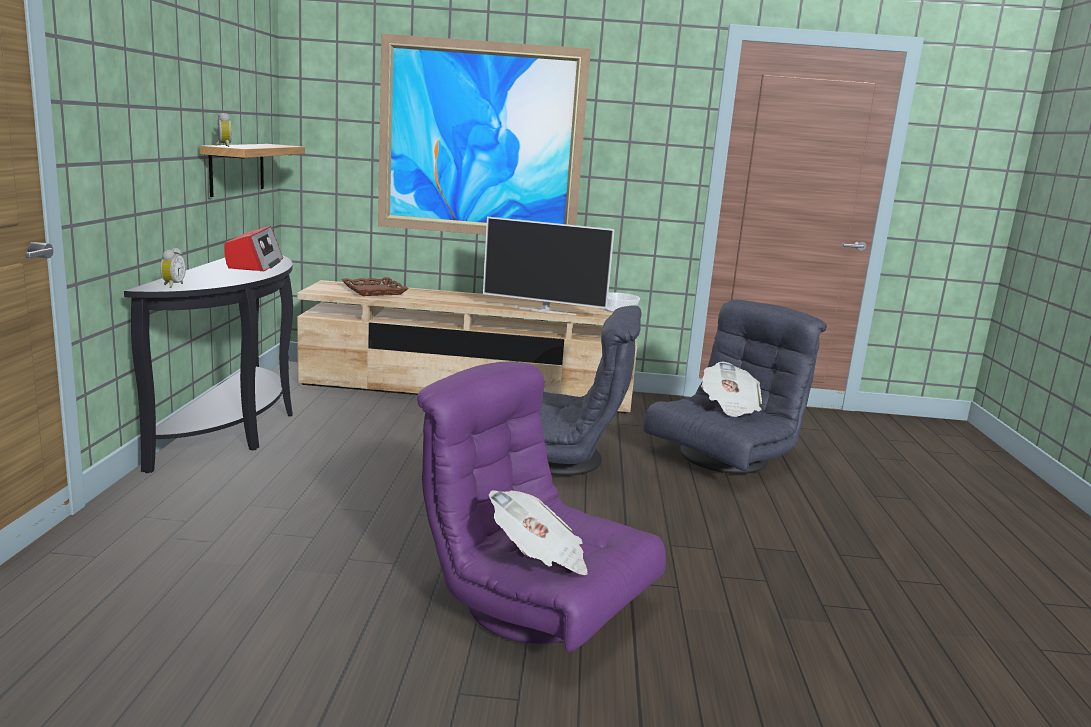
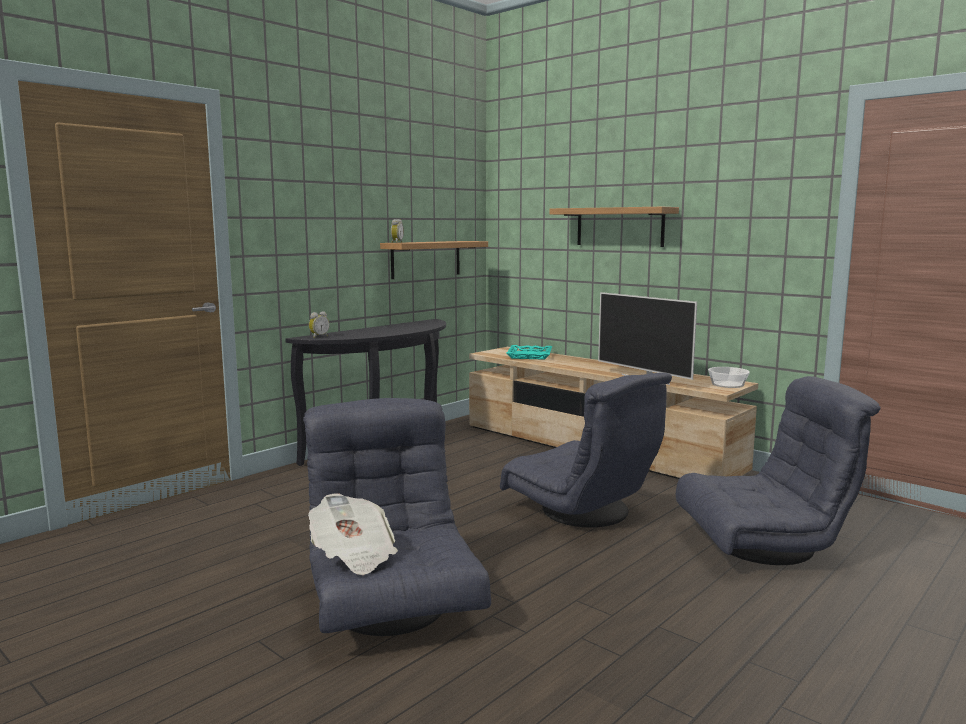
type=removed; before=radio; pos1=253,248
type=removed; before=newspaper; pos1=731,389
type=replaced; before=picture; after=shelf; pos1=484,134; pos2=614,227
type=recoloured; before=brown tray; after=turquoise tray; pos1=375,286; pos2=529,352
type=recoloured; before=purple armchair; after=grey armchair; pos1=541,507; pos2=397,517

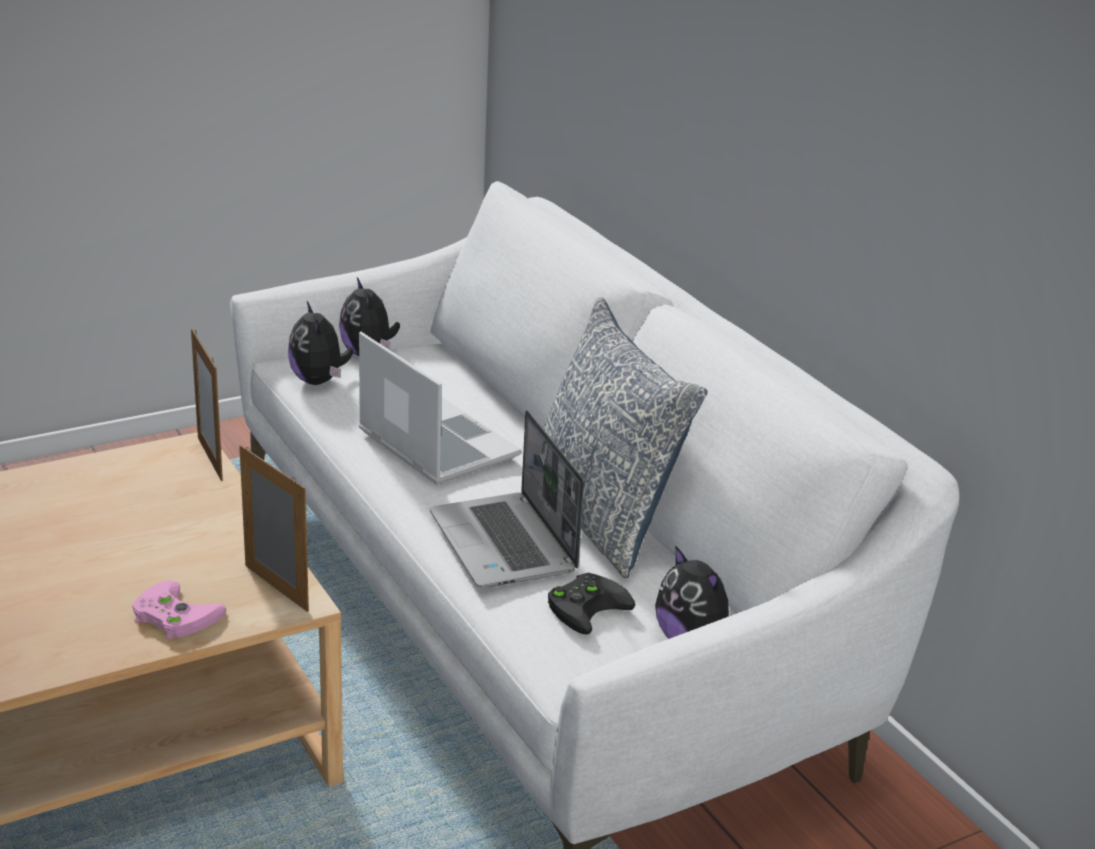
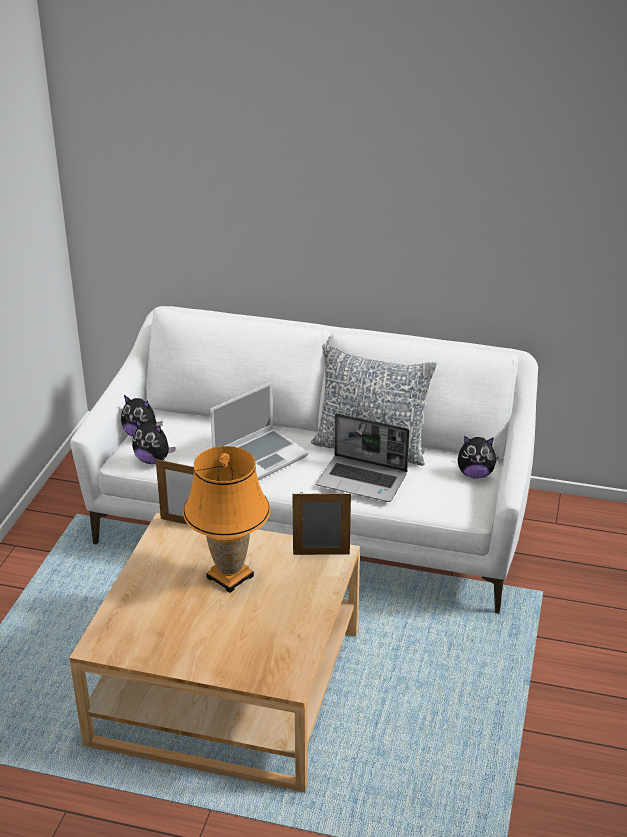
type=removed; before=pink game controller; pos1=179,610
type=removed; before=black game controller; pos1=591,604
type=added; after=orange table lamp; pos2=226,519
type=turned; before=laptop; pos1=440,408; pos2=259,431; turn=135

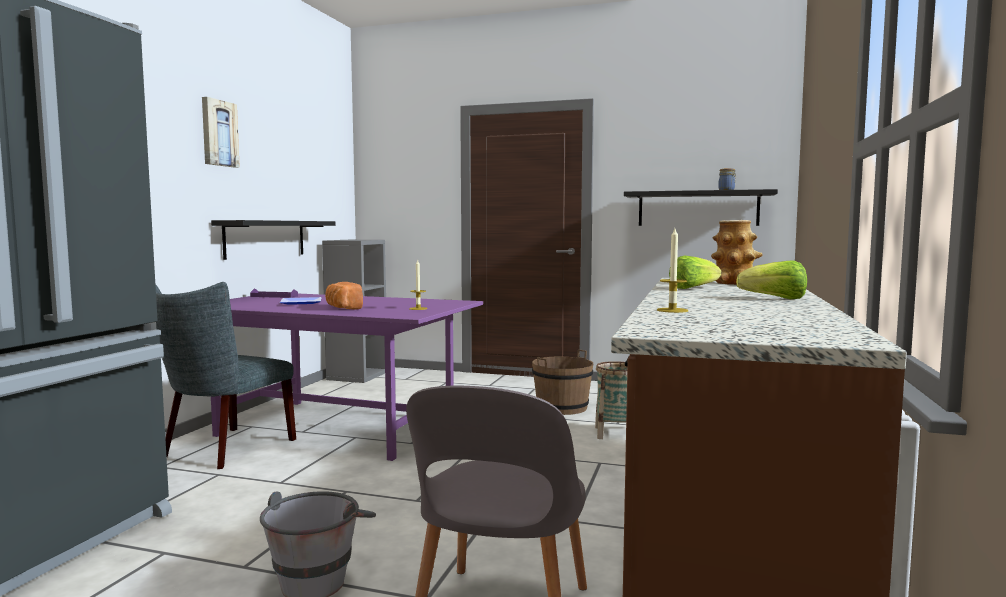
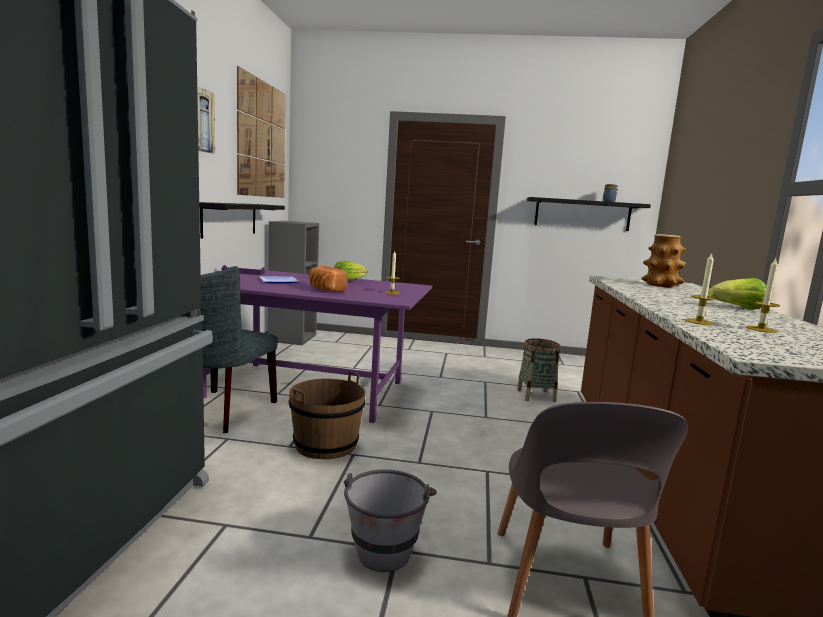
type=added; after=picture; pos2=261,132
type=added; after=candle; pos2=763,295
type=moved; before=brown bucket; pos1=562,382; pos2=327,415
type=moved; before=lettuce; pos1=695,272; pos2=350,270

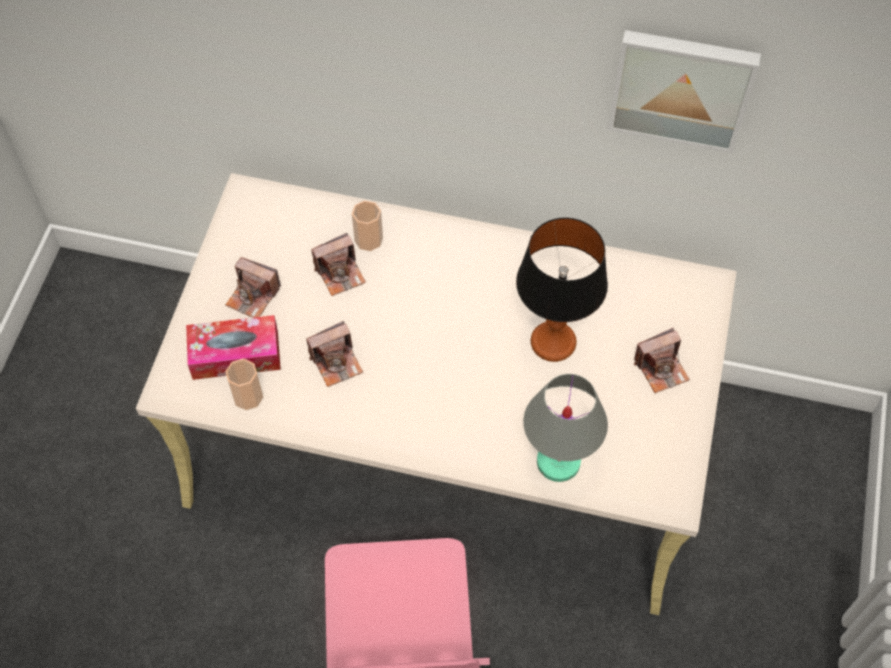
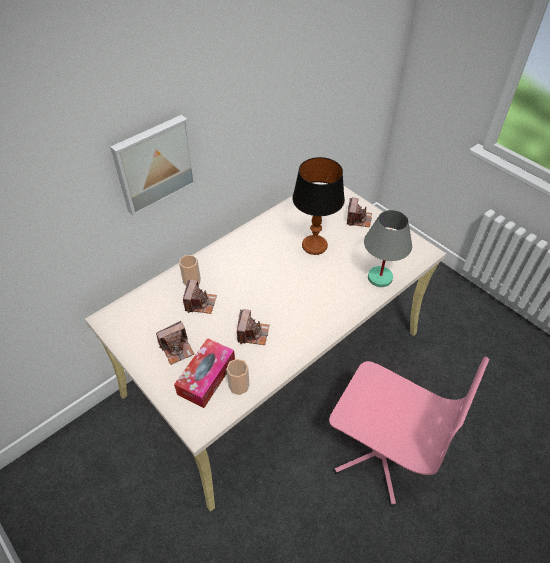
type=moved; before=picture; pos1=684,91; pos2=153,165

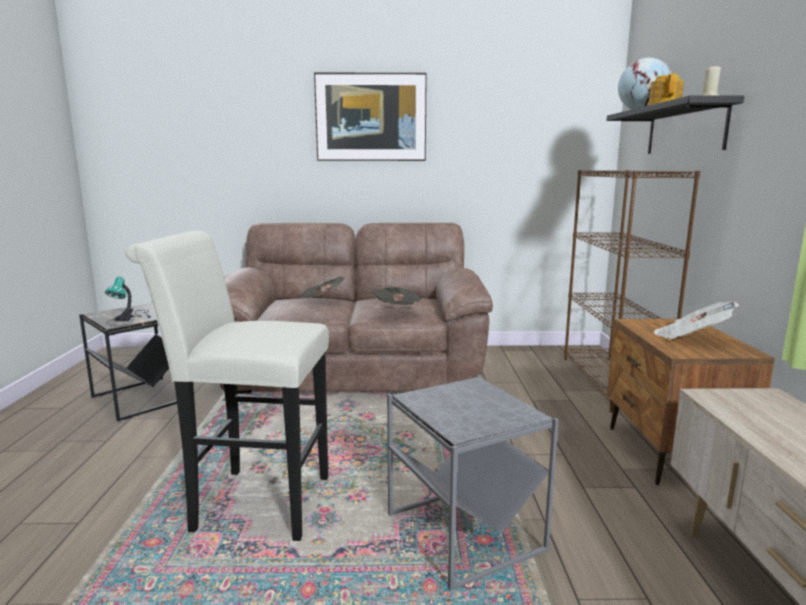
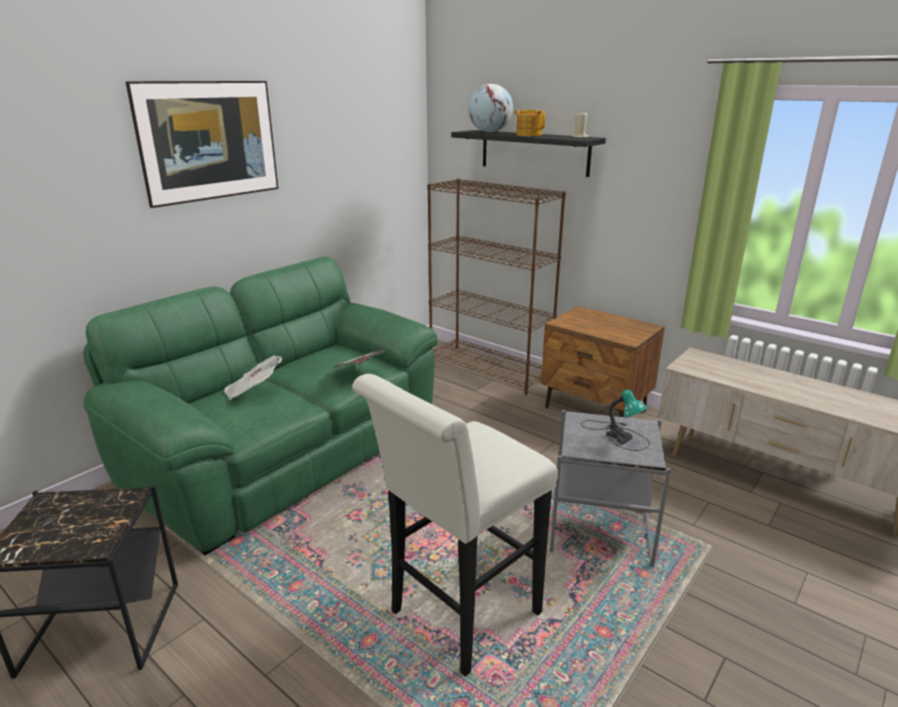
type=removed; before=newspaper; pos1=696,321
type=moved; before=table lamp; pos1=128,301; pos2=615,420
type=recoloured; before=brown sofa; after=green sofa; pos1=356,308; pos2=260,406

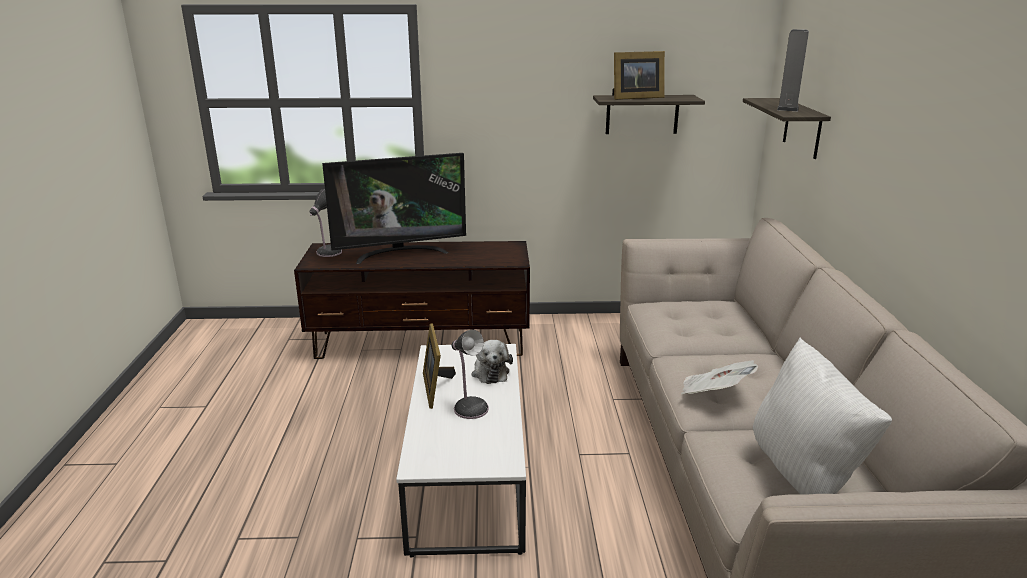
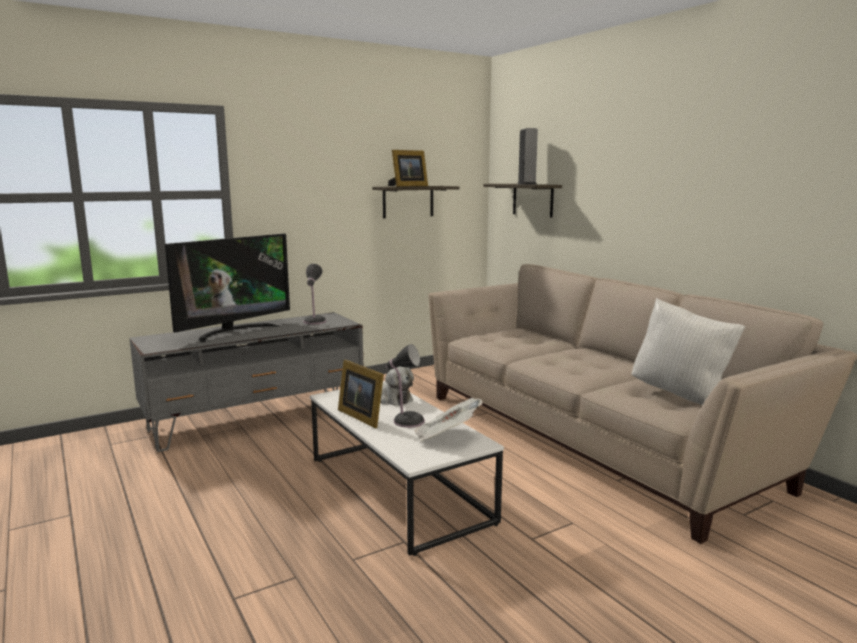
type=moved; before=table lamp; pos1=326,223; pos2=315,294
type=moved; before=newspaper; pos1=719,377; pos2=448,420
type=recoloured; before=brown tv stand; after=grey tv stand; pos1=412,300; pos2=246,382

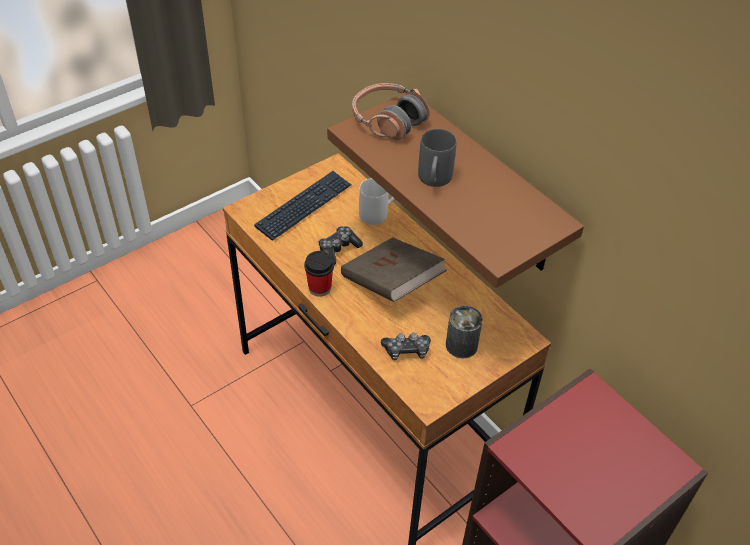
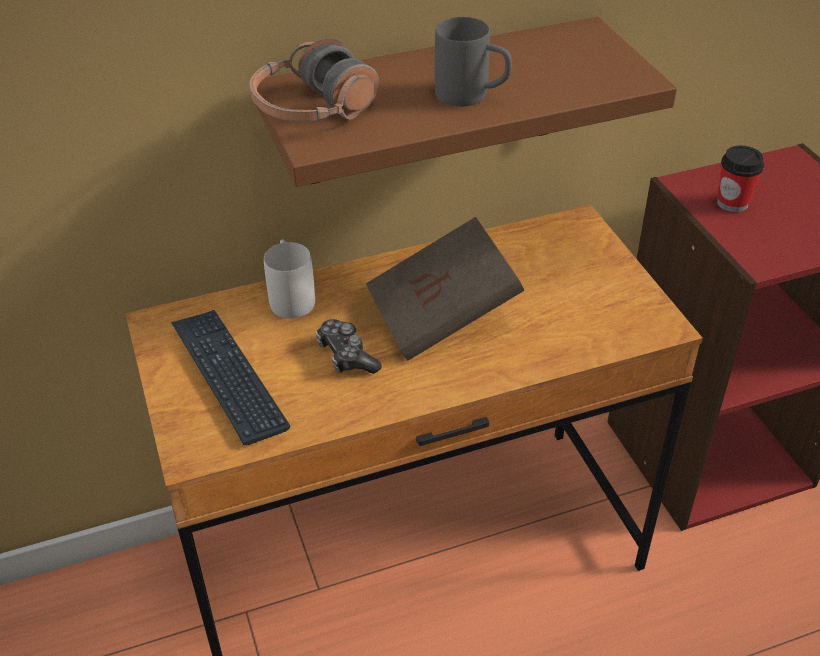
type=removed; before=game controller; pos1=406,346
type=removed; before=can; pos1=464,332
type=moved; before=cup; pos1=319,274; pos2=740,179

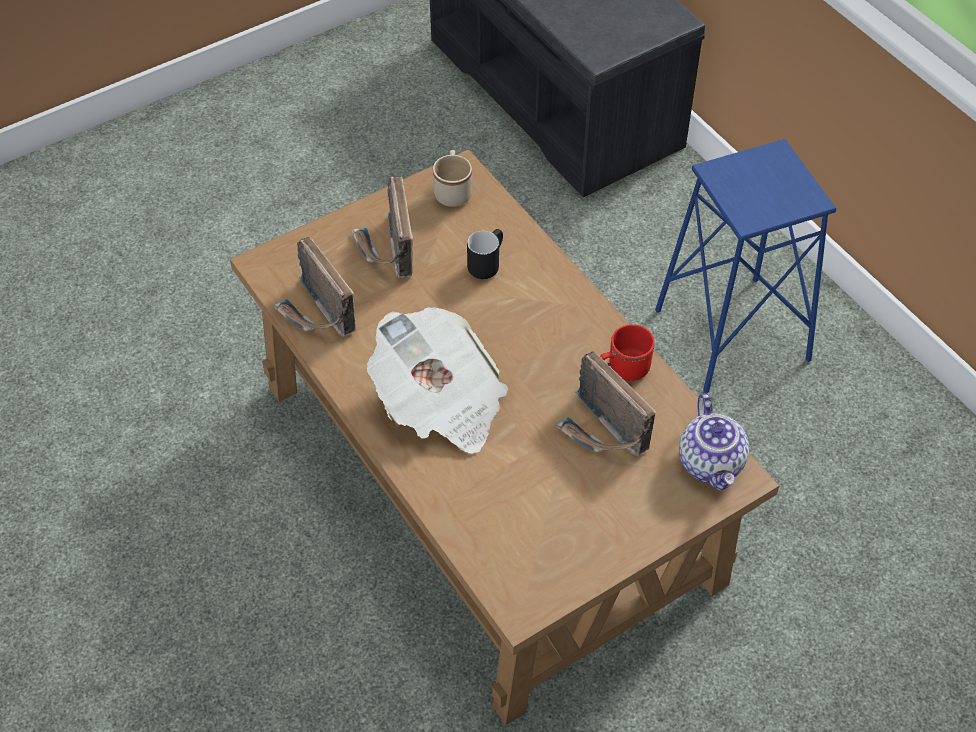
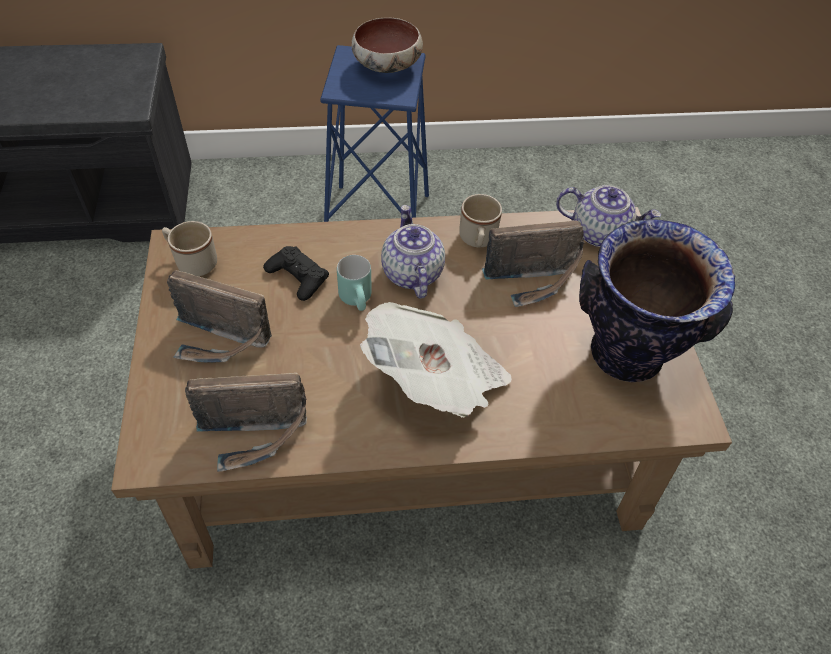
type=added; after=turquoise mug; pos2=354,283
type=added; after=bowl; pos2=387,45
type=added; after=teapot; pos2=413,252
type=added; after=vase; pos2=657,300
type=replaced; before=black mug; after=black game controller; pos1=485,254; pos2=296,273
type=recoloured; before=red mug; after=beige mug; pos1=627,352; pos2=480,221

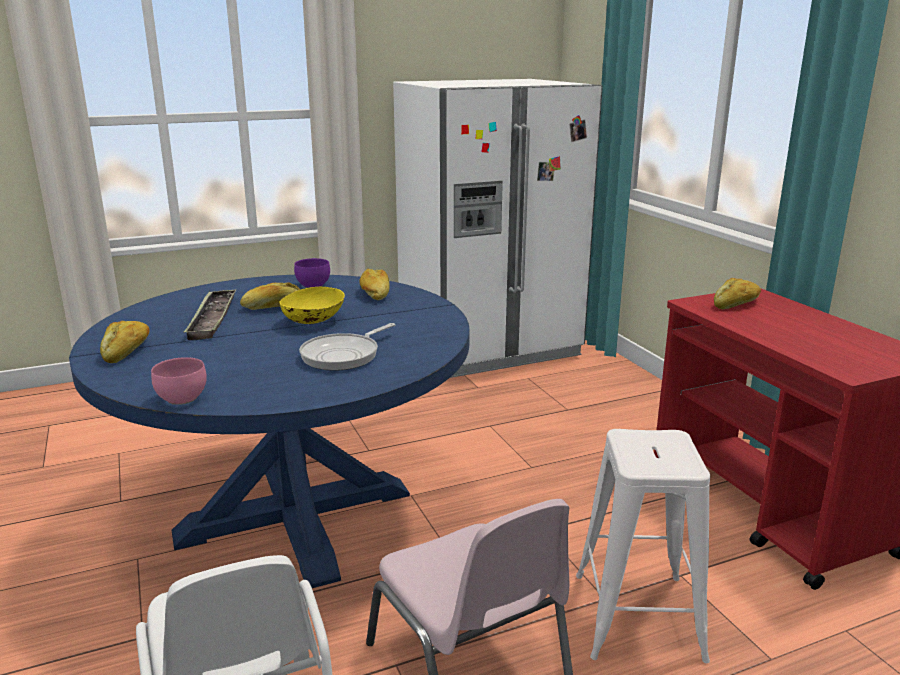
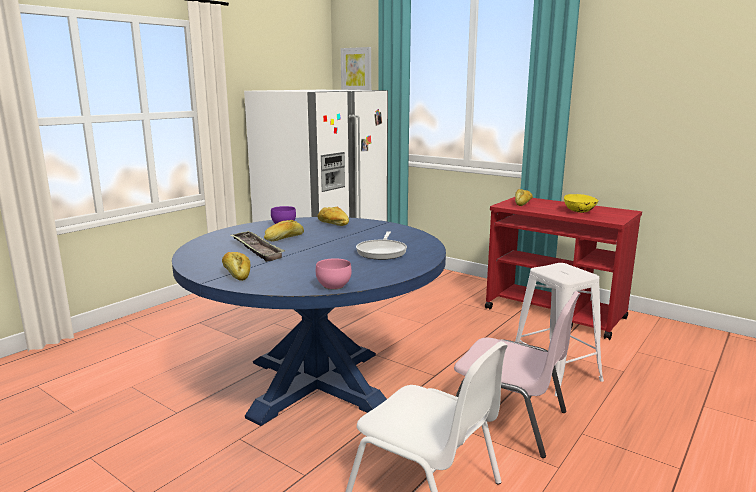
type=added; after=picture; pos2=356,68
type=moved; before=yellow bowl; pos1=312,305; pos2=581,203

